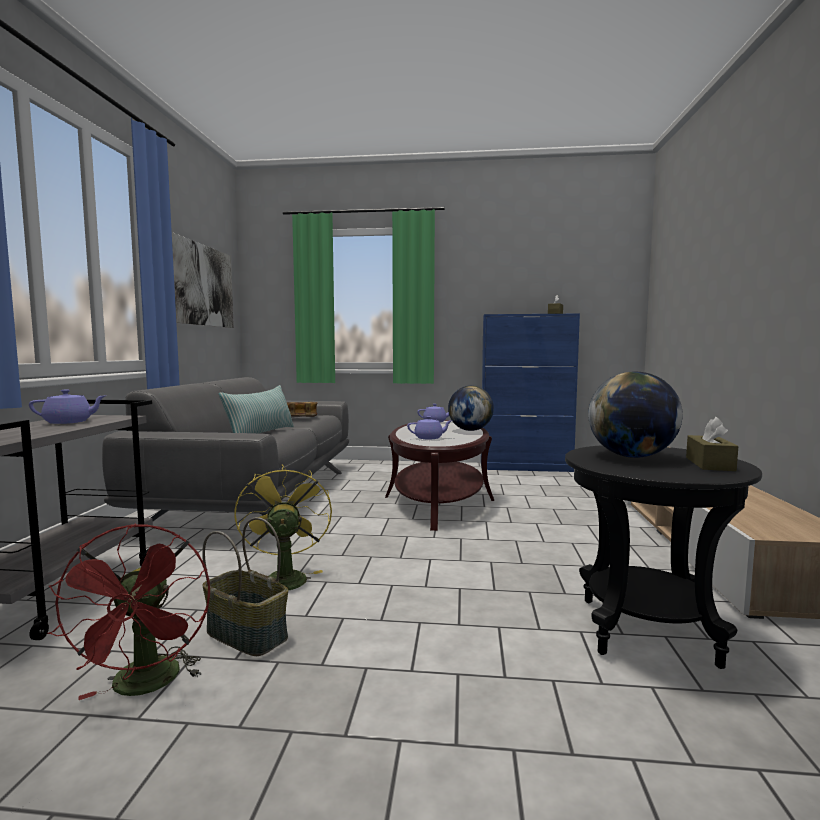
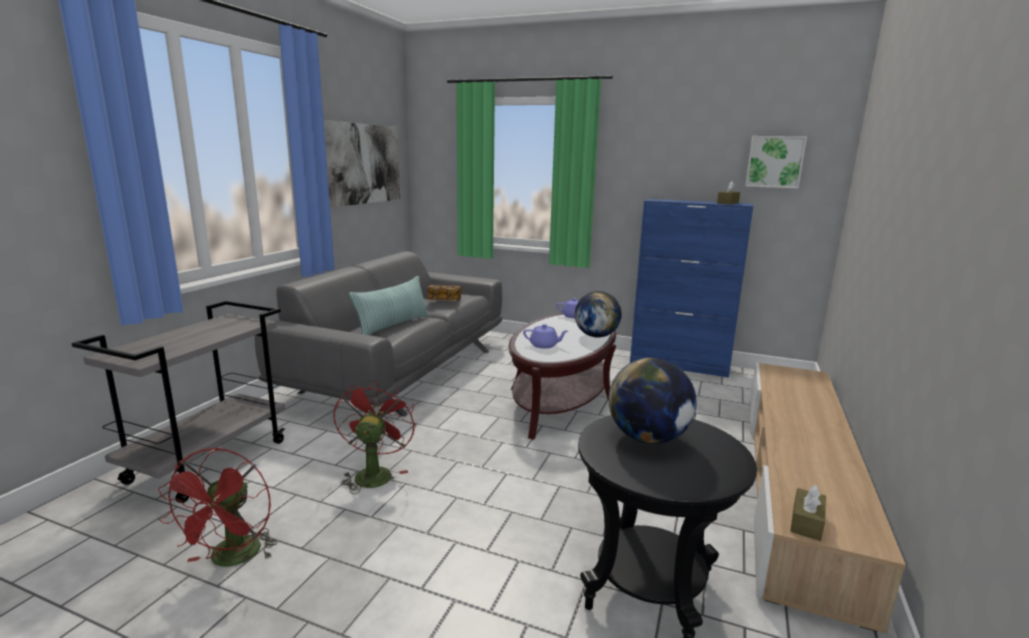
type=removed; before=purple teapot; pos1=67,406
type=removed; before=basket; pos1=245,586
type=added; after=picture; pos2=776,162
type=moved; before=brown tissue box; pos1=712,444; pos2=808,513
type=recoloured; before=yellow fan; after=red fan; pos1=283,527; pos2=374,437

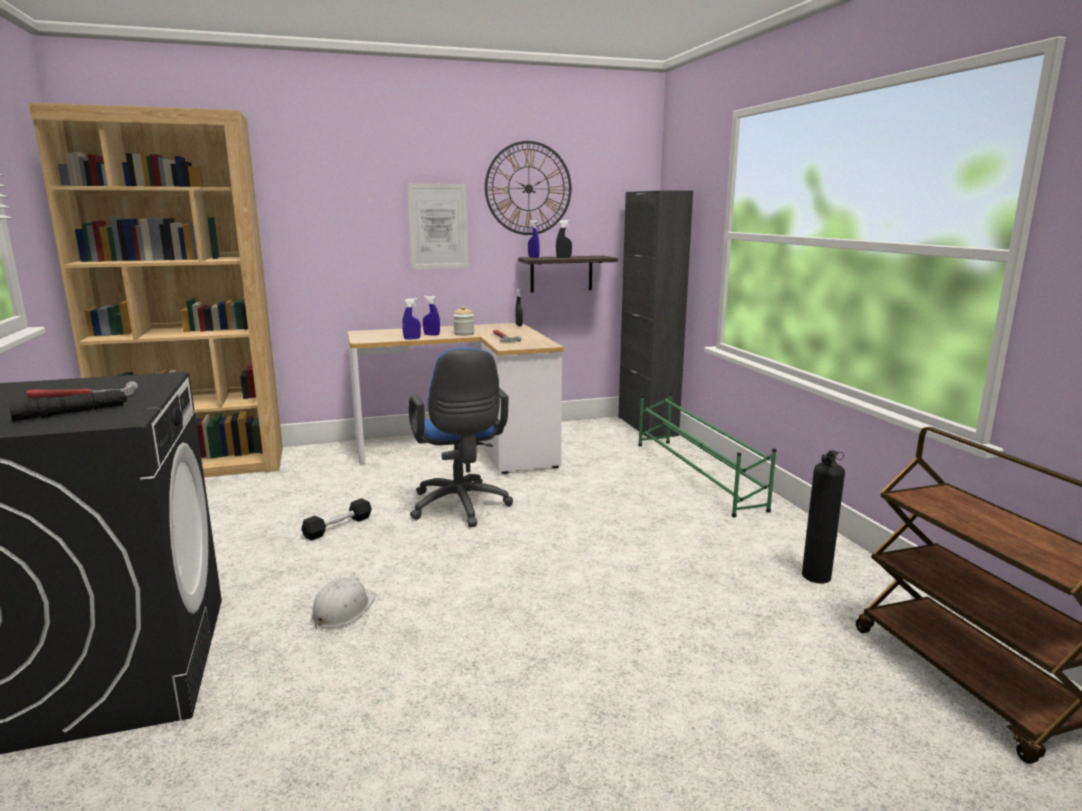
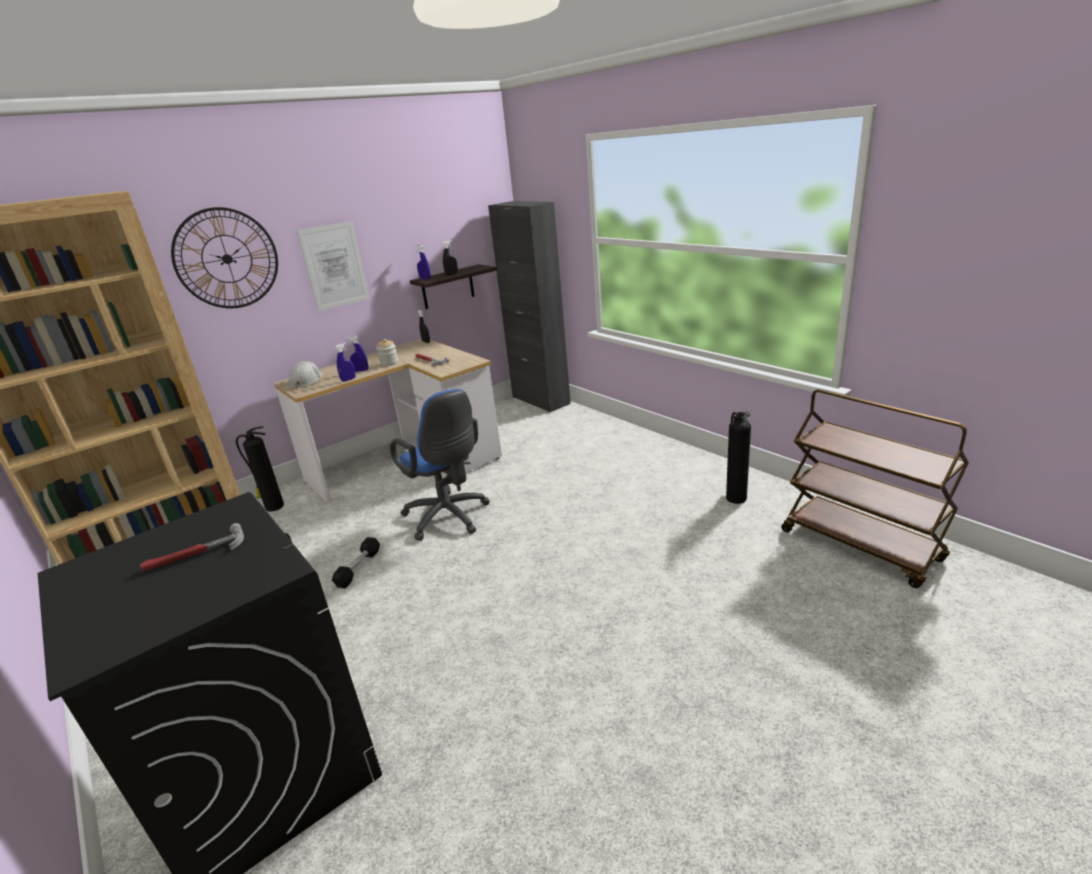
type=removed; before=black flashlight; pos1=68,405
type=removed; before=green shoe rack; pos1=707,455
type=added; after=fire extinguisher; pos2=260,469
type=moved; before=white hard hat; pos1=343,603; pos2=306,375
type=moved; before=wall clock; pos1=528,188; pos2=224,257

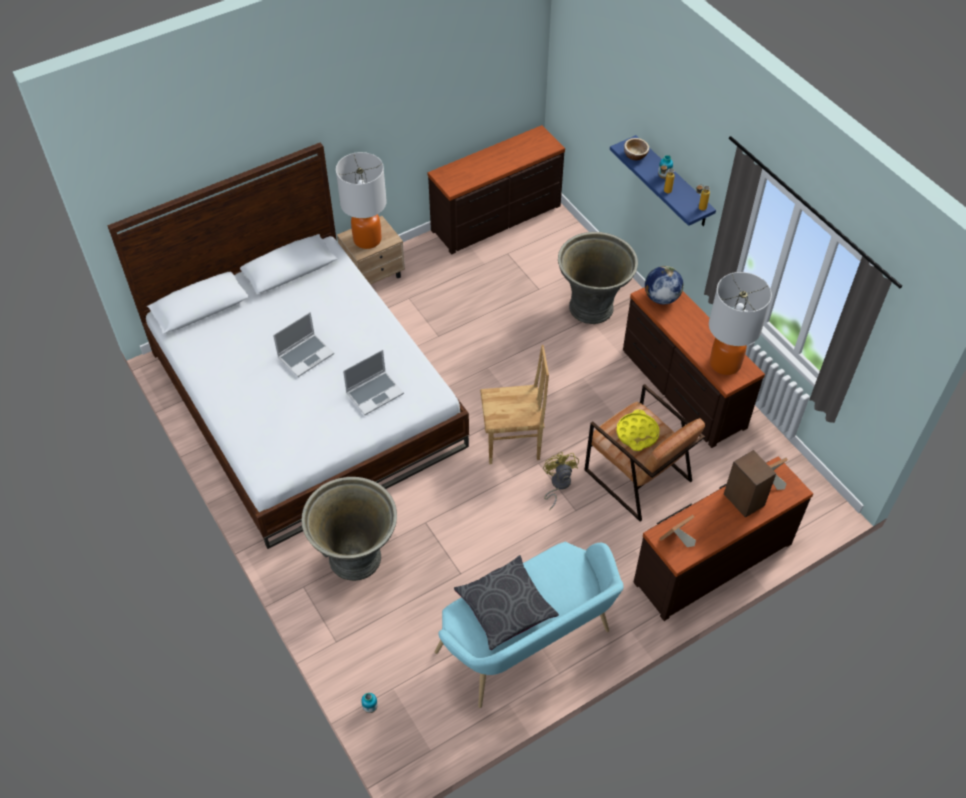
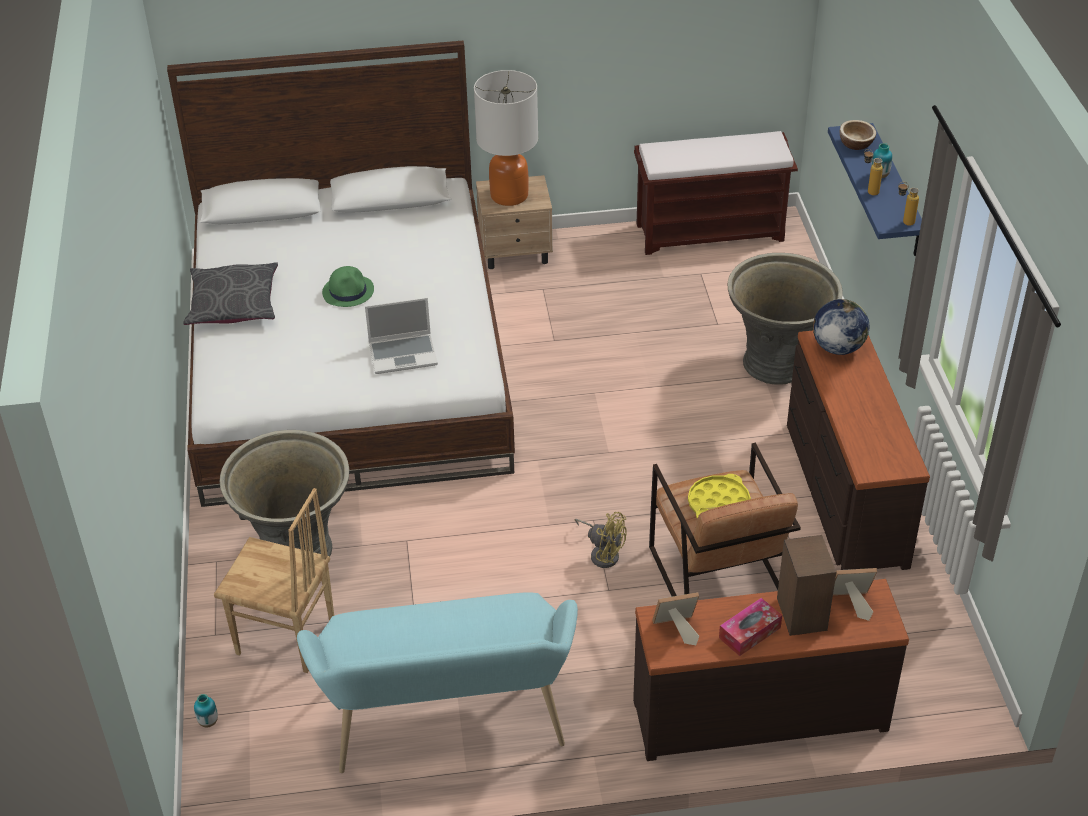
type=removed; before=table lamp; pos1=740,323
type=added; after=tissue box; pos2=750,627
type=moved; before=grey pillow; pos1=506,602; pos2=230,293
type=moved; before=brown chair; pos1=514,404; pos2=274,580
type=replaced; before=laptop; after=green hat; pos1=303,344; pos2=348,286
type=replaced; before=brown dresser; after=brown bench; pos1=496,190; pos2=716,193
type=turned; before=yellow fan; pos1=561,481; pos2=601,540; turn=105

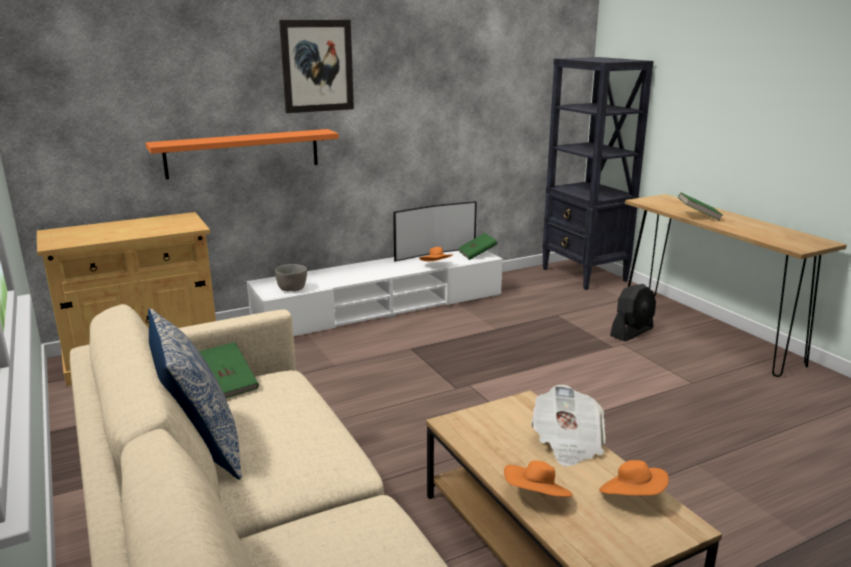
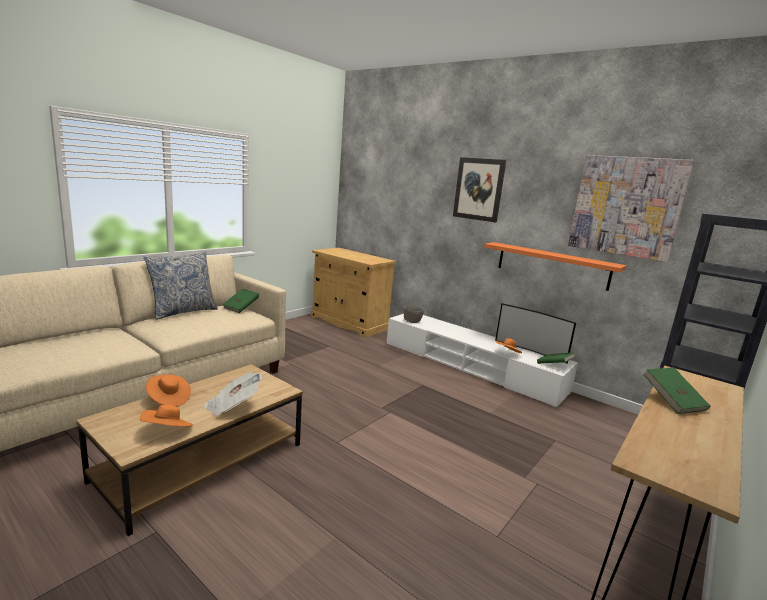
type=removed; before=black fan; pos1=633,312
type=added; after=picture; pos2=631,208
type=moved; before=orange shelf; pos1=242,154; pos2=555,266

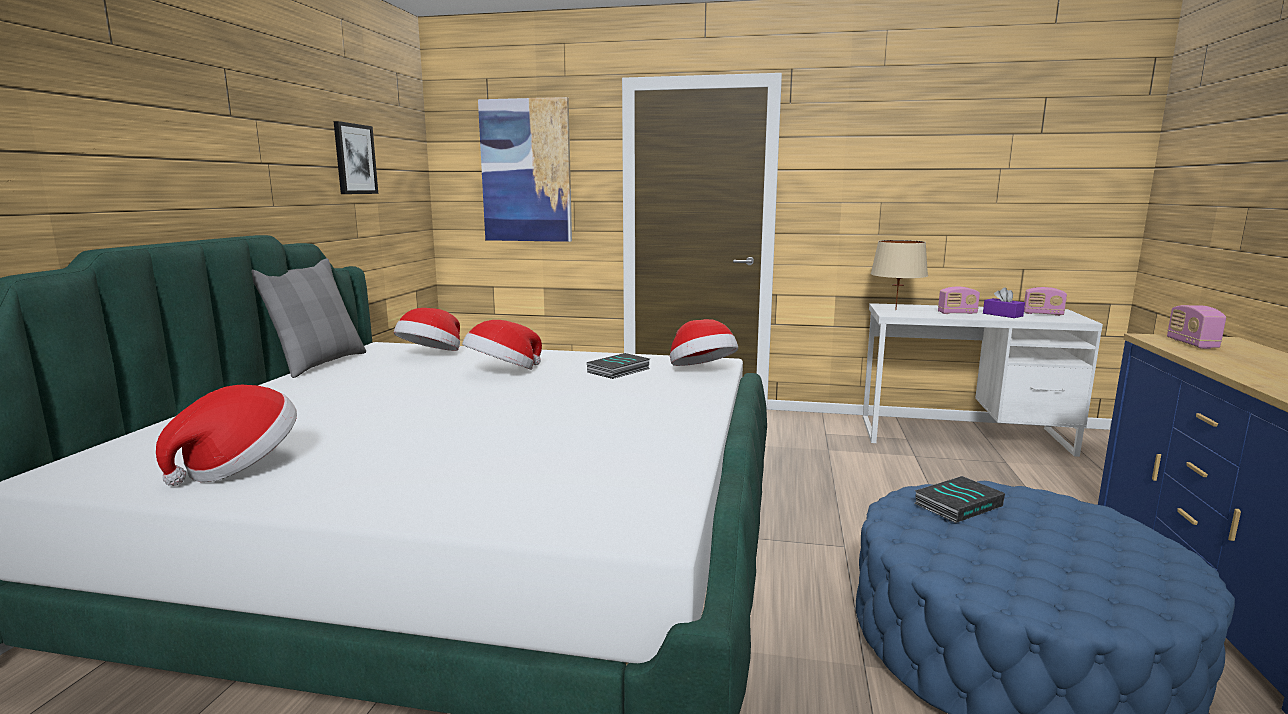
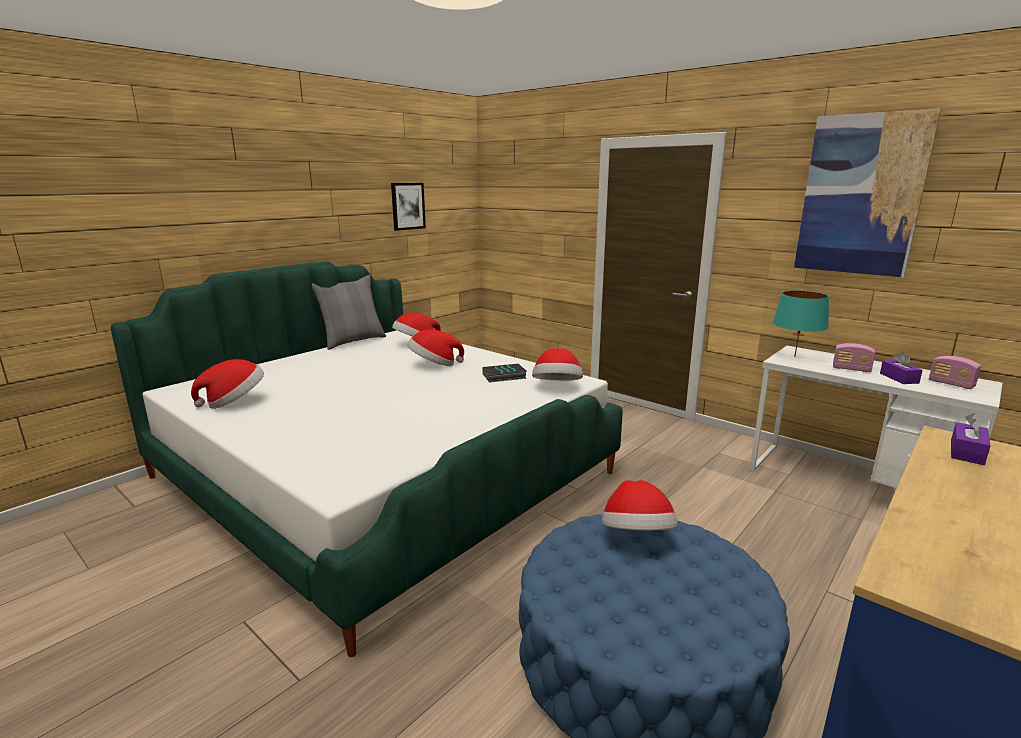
type=moved; before=picture; pos1=525,169; pos2=867,192
type=replaced; before=book; after=hat; pos1=959,499; pos2=640,505
type=replaced; before=radio; after=purple tissue box; pos1=1196,327; pos2=971,439
type=recoloured; before=beige table lamp; after=turquoise table lamp; pos1=899,275; pos2=801,324

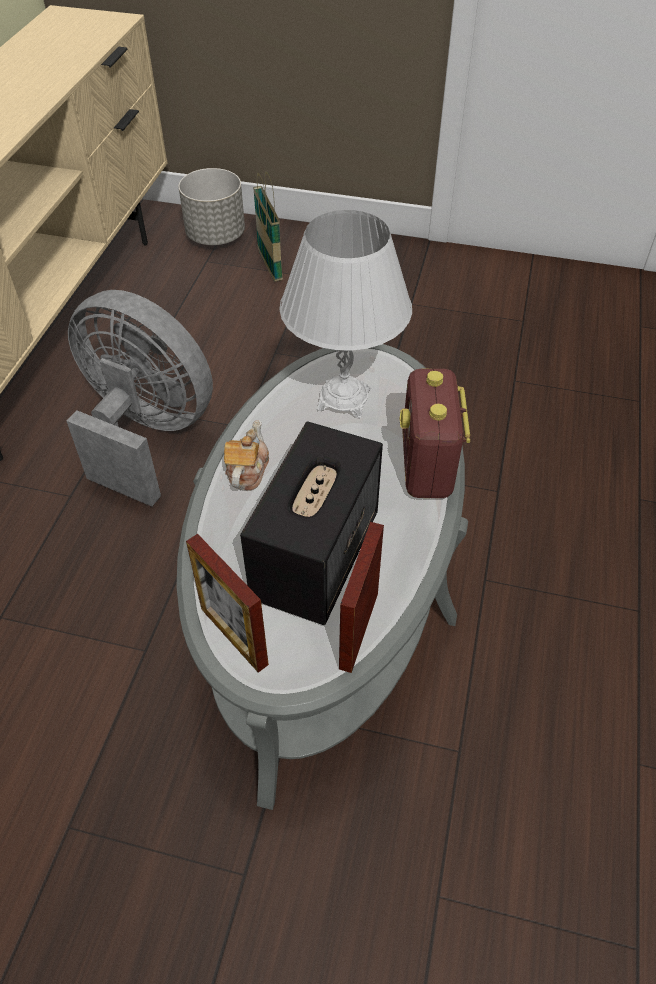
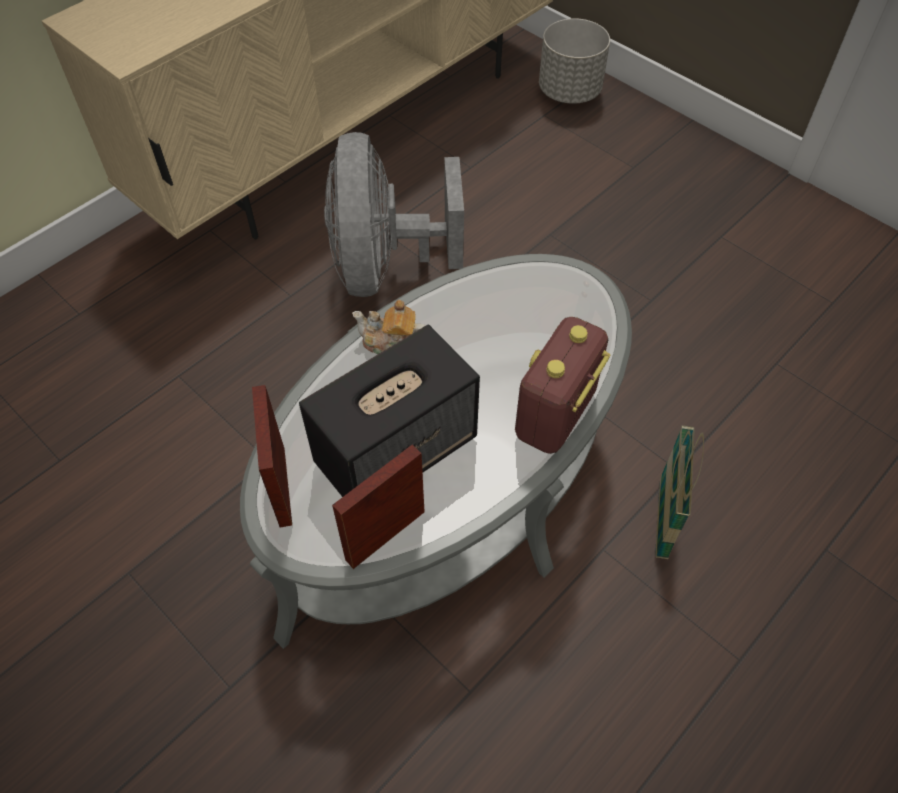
type=removed; before=white table lamp; pos1=345,314
type=moved; before=basket; pos1=268,226; pos2=679,492
type=turned; before=grey fan; pos1=139,398; pos2=394,214; turn=-150
type=turned; before=teapot; pos1=246,455; pos2=389,327; turn=-120

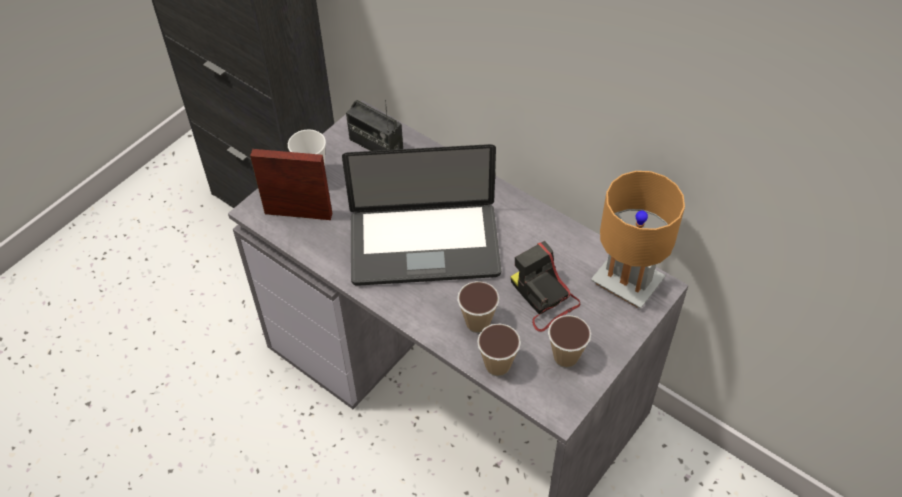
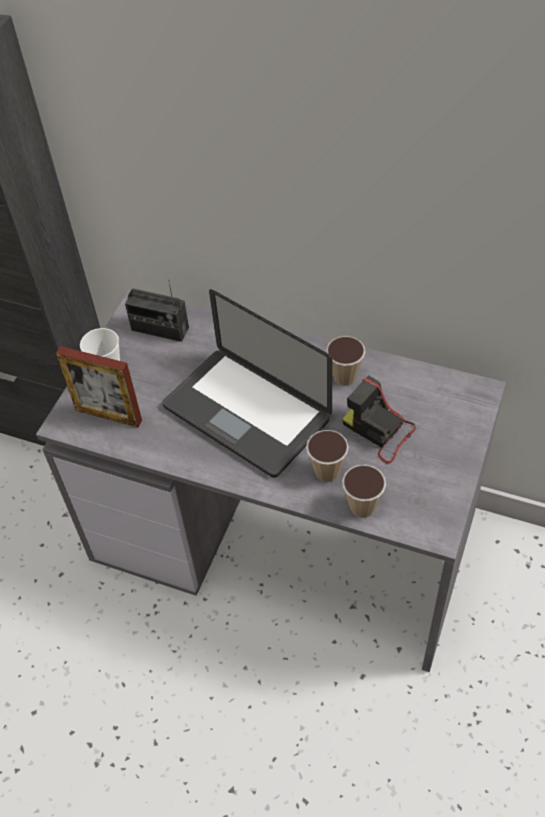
type=removed; before=brown table lamp; pos1=638,240
type=moved; before=cup; pos1=569,341; pos2=345,361
type=turned; before=picture frame; pos1=291,184; pos2=99,386; turn=-150
type=turned; before=laptop; pos1=421,215; pos2=247,383; turn=60

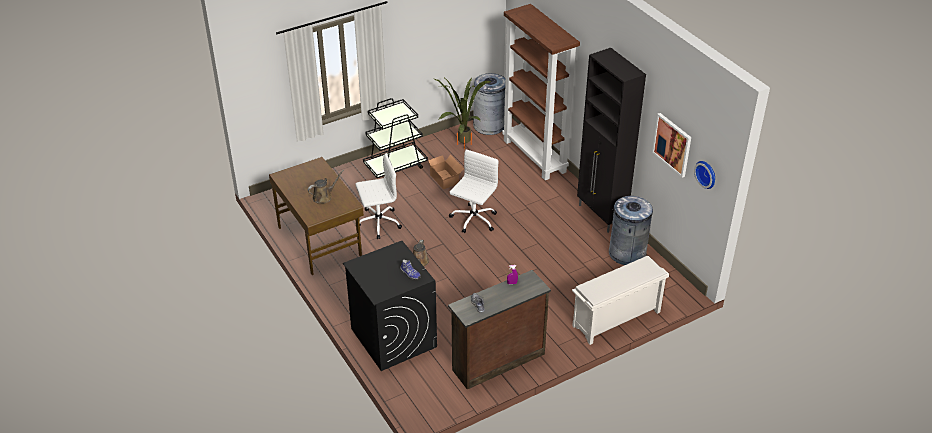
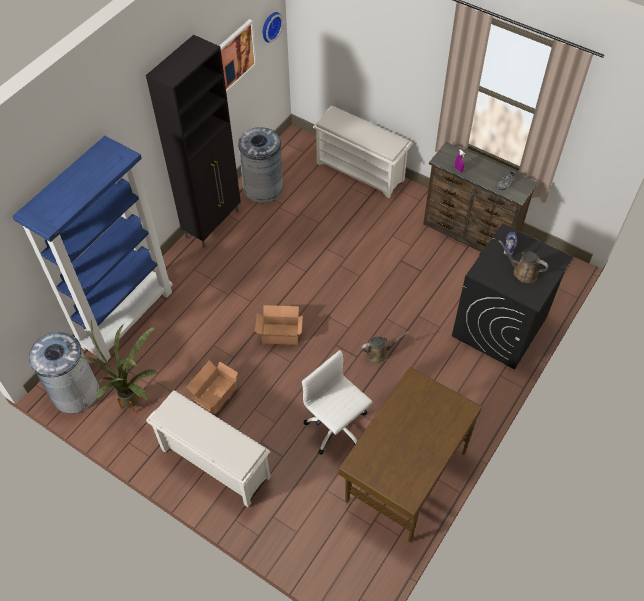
type=moved; before=brown watering can; pos1=326,186; pos2=523,261
type=replaced; before=black cart; after=white shoe rack; pos1=395,138; pos2=208,448
type=replaced; before=white office chair; after=cardboard box; pos1=474,191; pos2=279,325
type=recoloured; before=brown bookcase; after=blue bookcase; pos1=541,92; pos2=92,249

